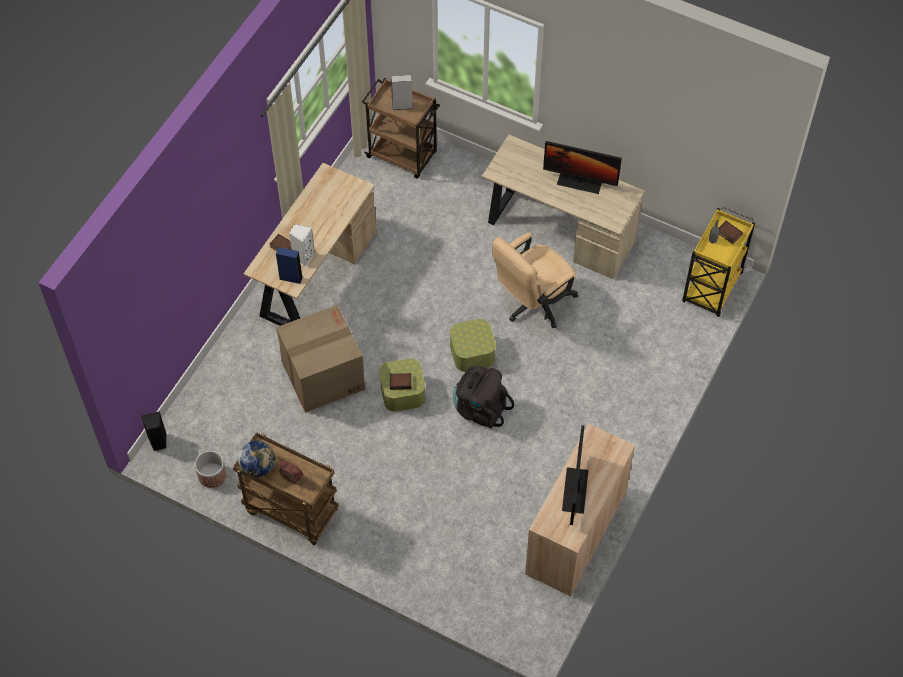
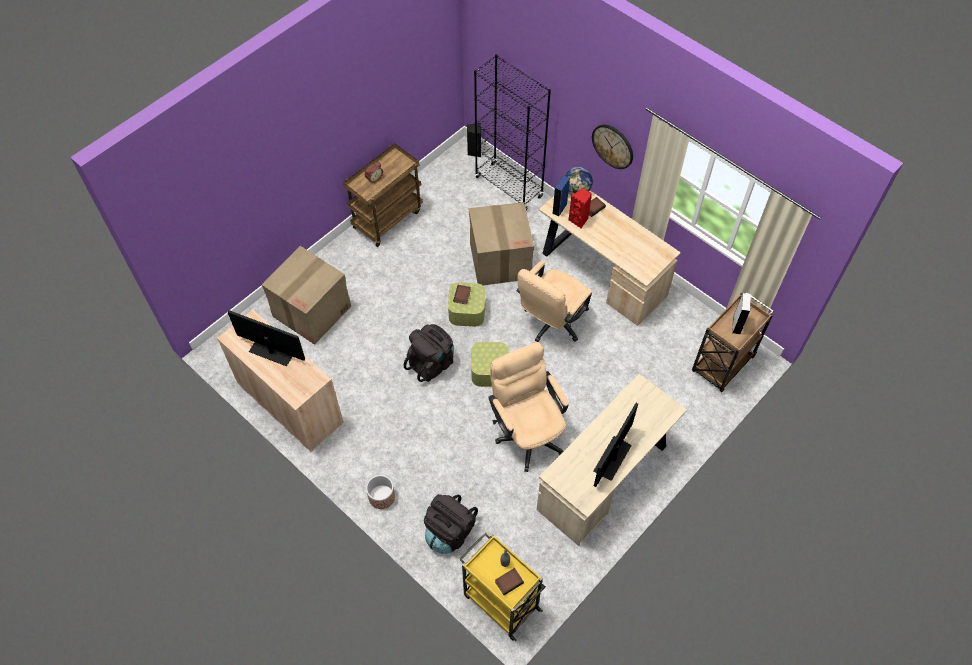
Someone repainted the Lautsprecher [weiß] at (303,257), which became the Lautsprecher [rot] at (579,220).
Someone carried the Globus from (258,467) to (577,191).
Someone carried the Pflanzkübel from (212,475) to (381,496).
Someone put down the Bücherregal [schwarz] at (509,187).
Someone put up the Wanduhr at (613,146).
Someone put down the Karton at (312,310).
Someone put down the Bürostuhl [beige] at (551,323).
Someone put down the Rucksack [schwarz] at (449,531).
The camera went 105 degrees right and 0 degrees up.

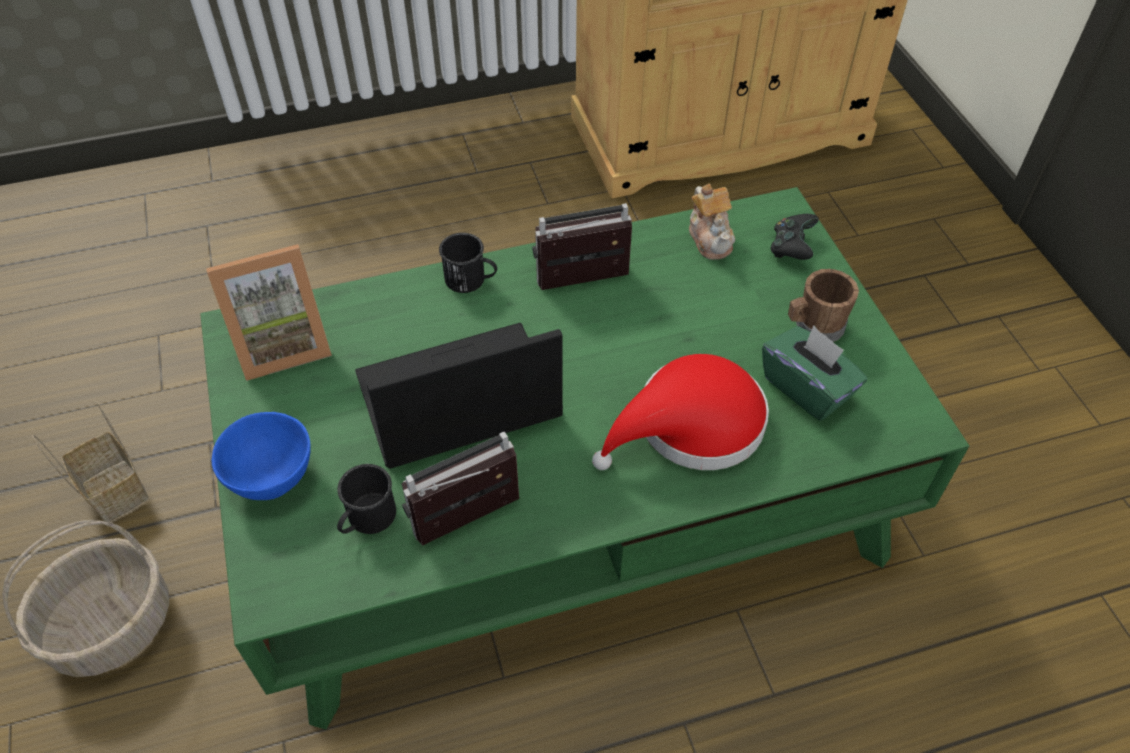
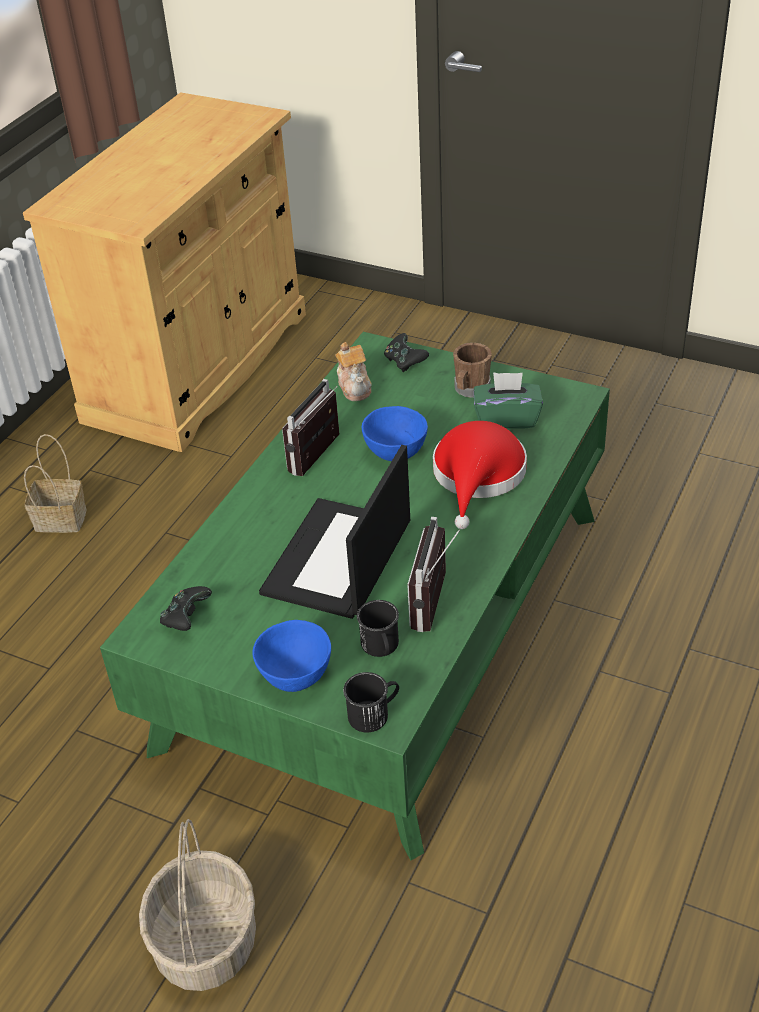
Someone rotated the Teekanne at (710,238) by 45 degrees clockwise.
Someone carried the Henkelbecher [schwarz] from (471,280) to (374,714).
Someone swapped the Bilderrahmen at (282,344) for the Gamepad [schwarz] at (186,618).
Someone carried the Korb from (113,490) to (58,520).
Someone put down the Schüssel [blau] at (395,452).
The camera went 45 degrees left and 10 degrees down.

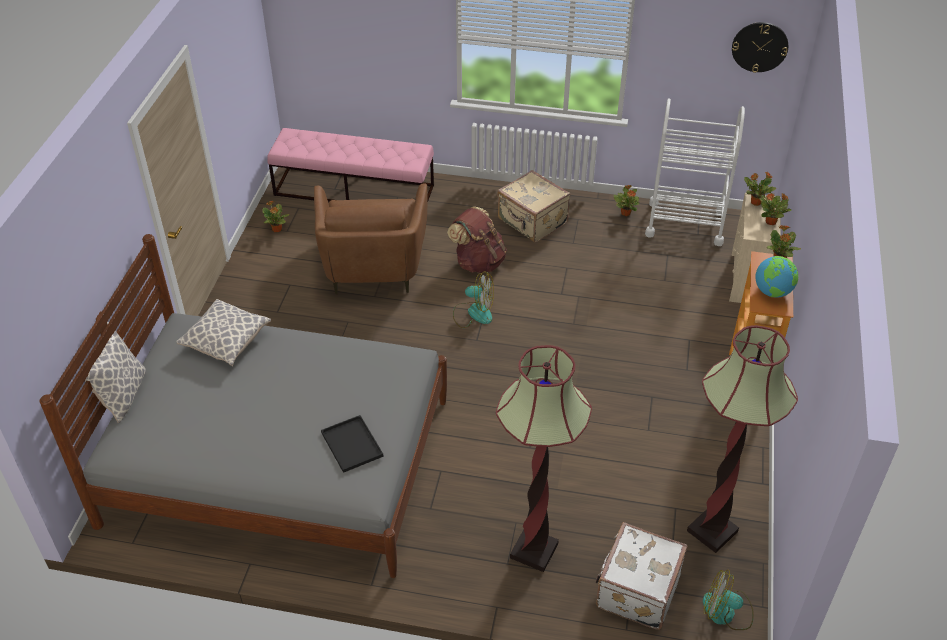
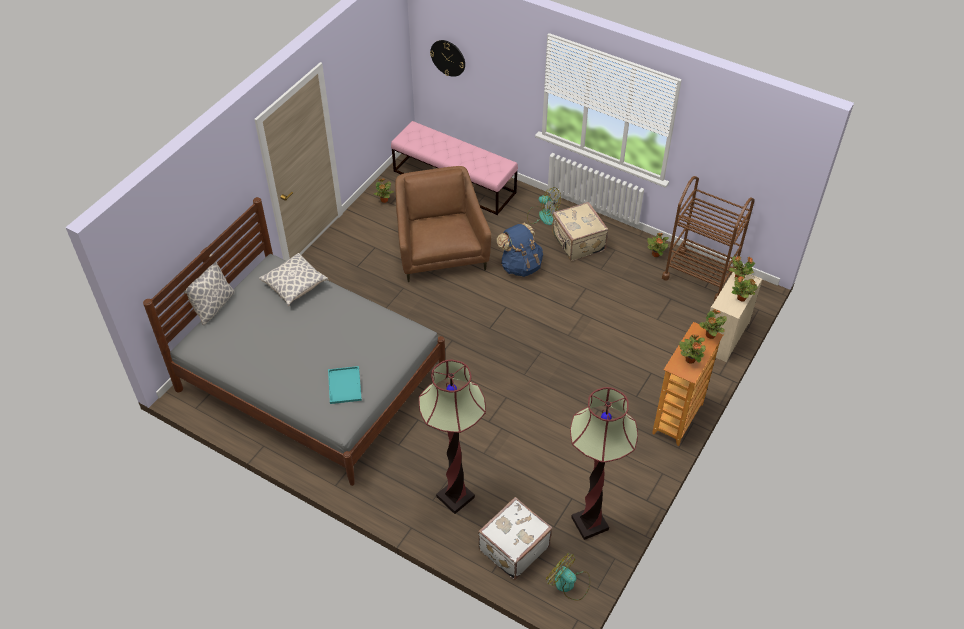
Someone carried the Wanduhr from (759,47) to (448,58).
Someone repainted the Rollwagen [weiß] at (685,223), which became the Rollwagen [braun] at (699,275).
Someone rotated the Sessel [braun] at (373,267) by 150 degrees clockwise.
Someone repainted the Rucksack [braun] at (478,262), which became the Rucksack [blau] at (520,265).
Someone swapped the Globus at (773,292) for the Topfpflanze at (690,359).
Someone carried the Ventilator from (473,313) to (542,215).
Someone repainted the Tablett [schwarz] at (350,444), which became the Tablett [türkis] at (344,385).
The camera went 20 degrees right and 5 degrees up.

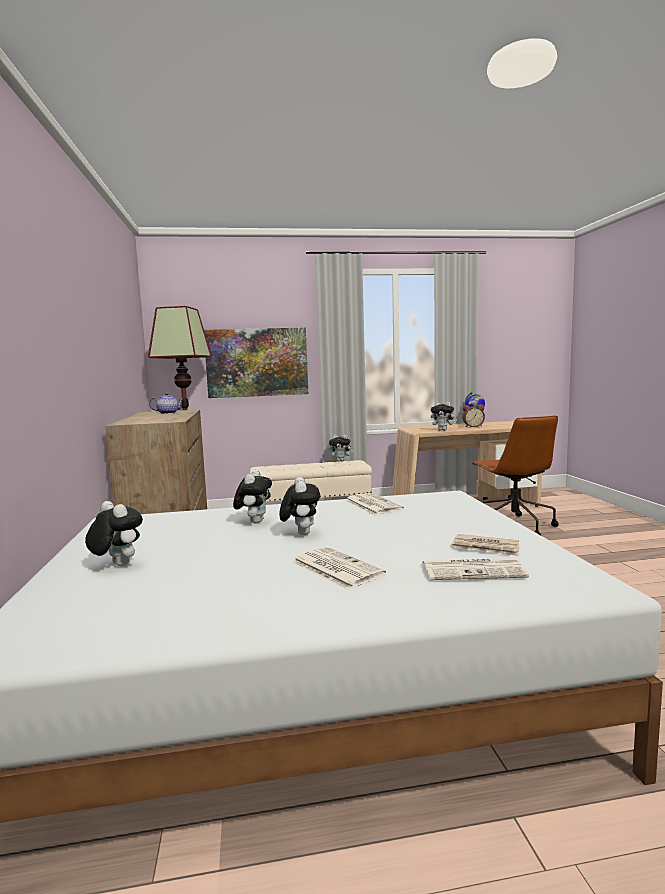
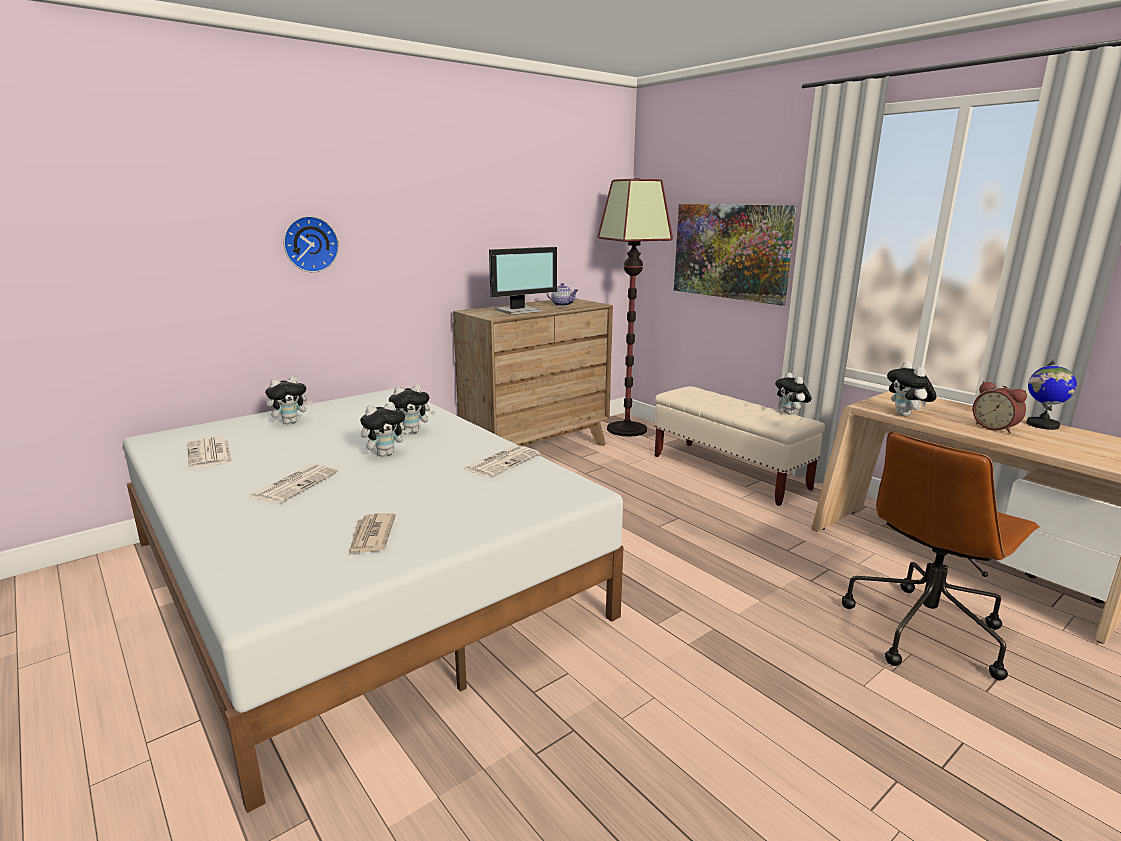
Someone rotated the Plüschtier at (117,565) by 45 degrees clockwise.
Someone carried the Zeitung from (474,570) to (210,454).
Someone put up the Wanduhr at (310,244).
Someone put down the Monitor at (519,311).
The camera went 60 degrees right and 10 degrees up.

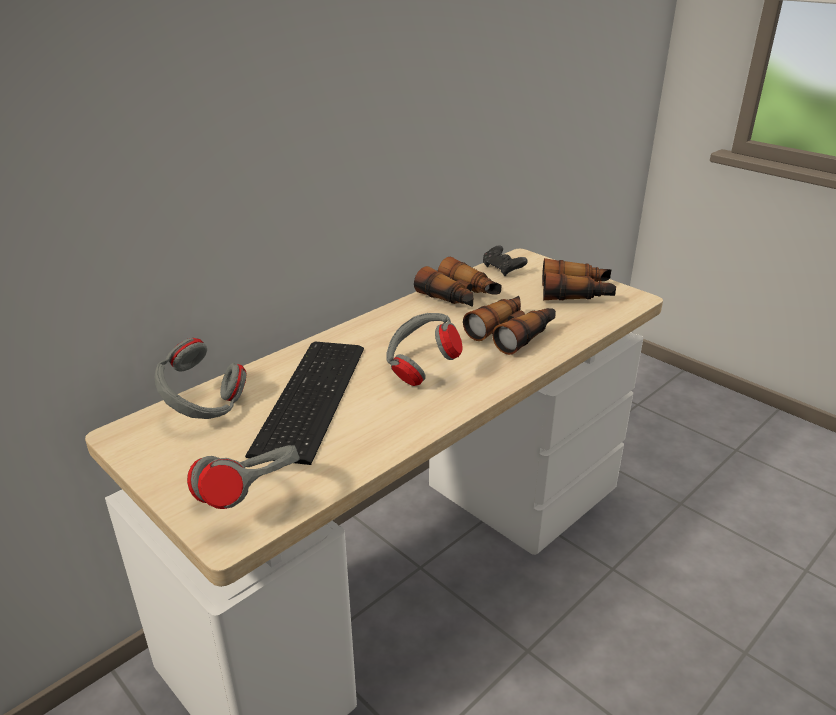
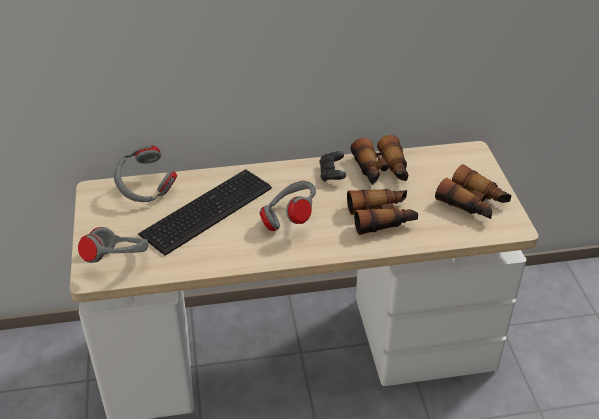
Someone carried the Gamepad [schwarz] from (503,269) to (332,174).
The camera went 35 degrees right and 10 degrees up.

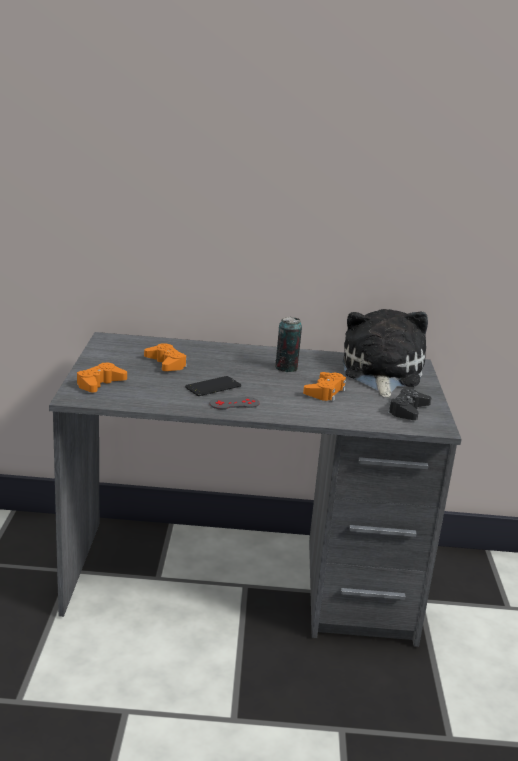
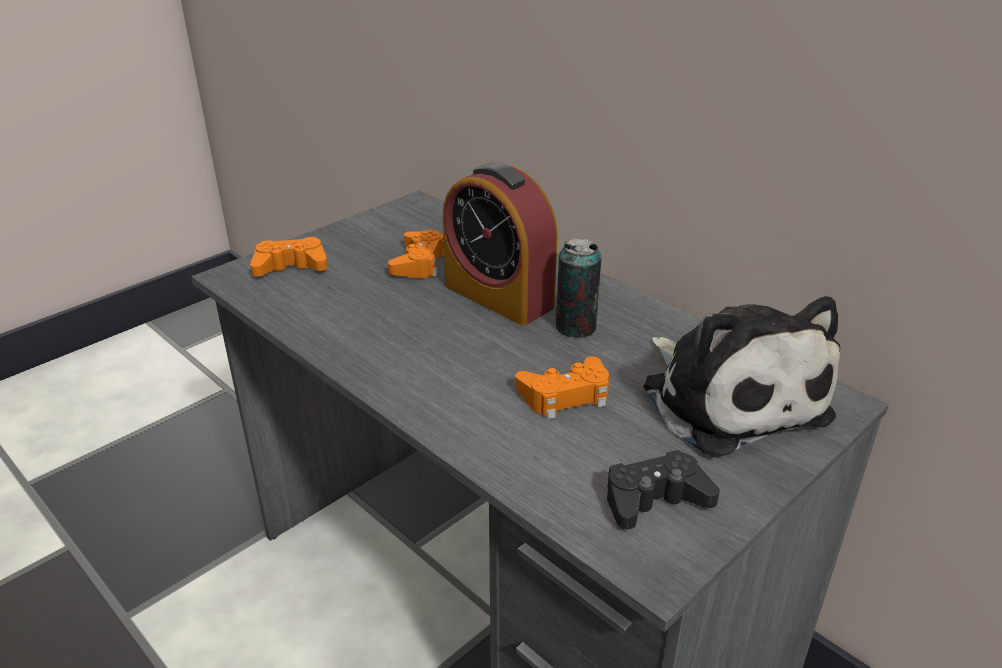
Someone rotated the Plüschtier at (381,373) by 105 degrees clockwise.
Someone took away the Handy at (213,387).
Someone took away the Gamepad [grau] at (234,403).
Someone put down the Wecker at (498,296).
The camera went 45 degrees right and 10 degrees up.

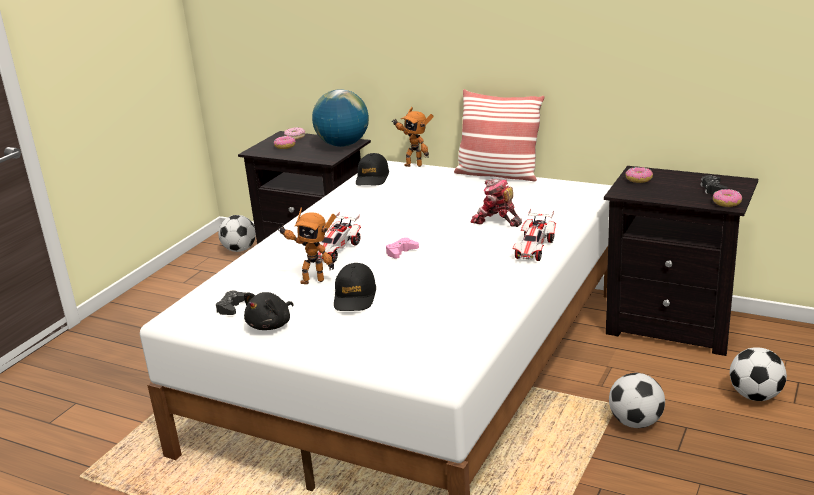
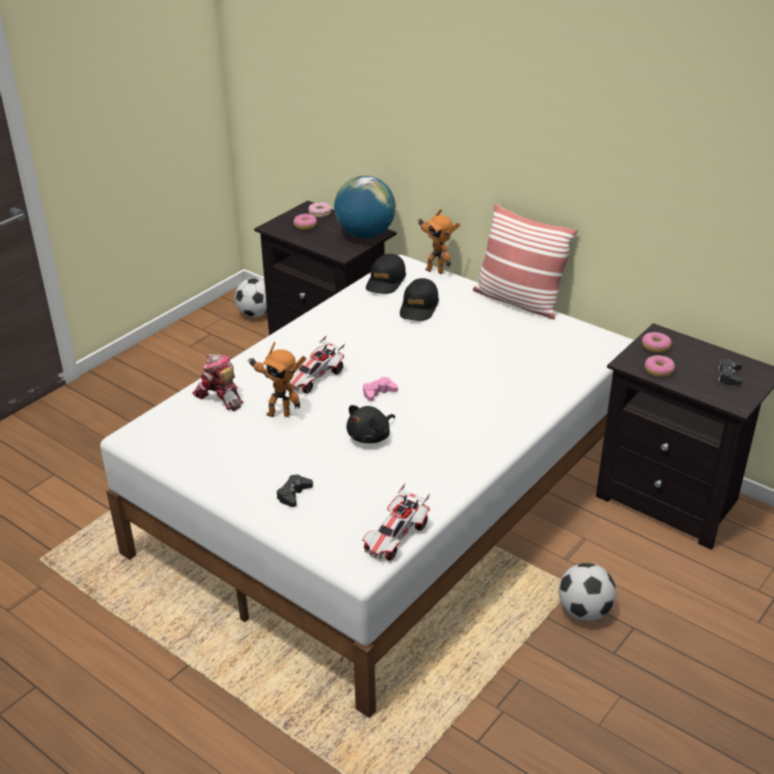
Someone carried the Spielzeugroboter from (496,221) to (220,397).
Someone carried the Donut from (726,203) to (658,371).
Someone carried the Spielzeugauto from (534,249) to (395,537).
Someone carried the Kappe [schwarz] from (355,297) to (419,307).
Someone carried the Gamepad [schwarz] from (232,307) to (294,494).
Someone carried the Plüschtier [schwarz] from (271,325) to (370,436).
Someone took away the Fußball at (755,396).
The camera went 10 degrees right and 10 degrees up.

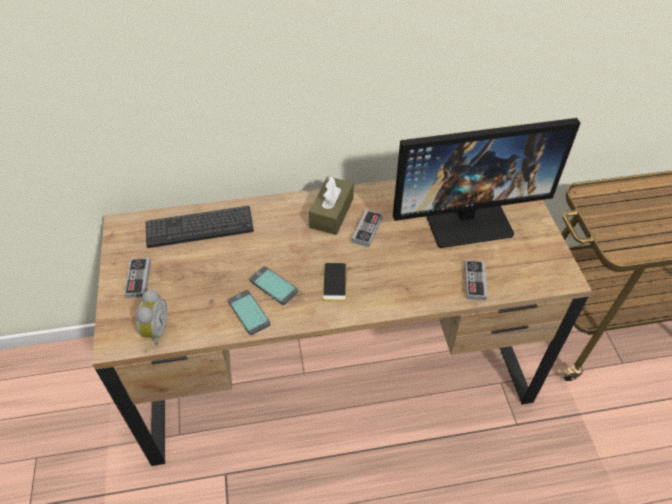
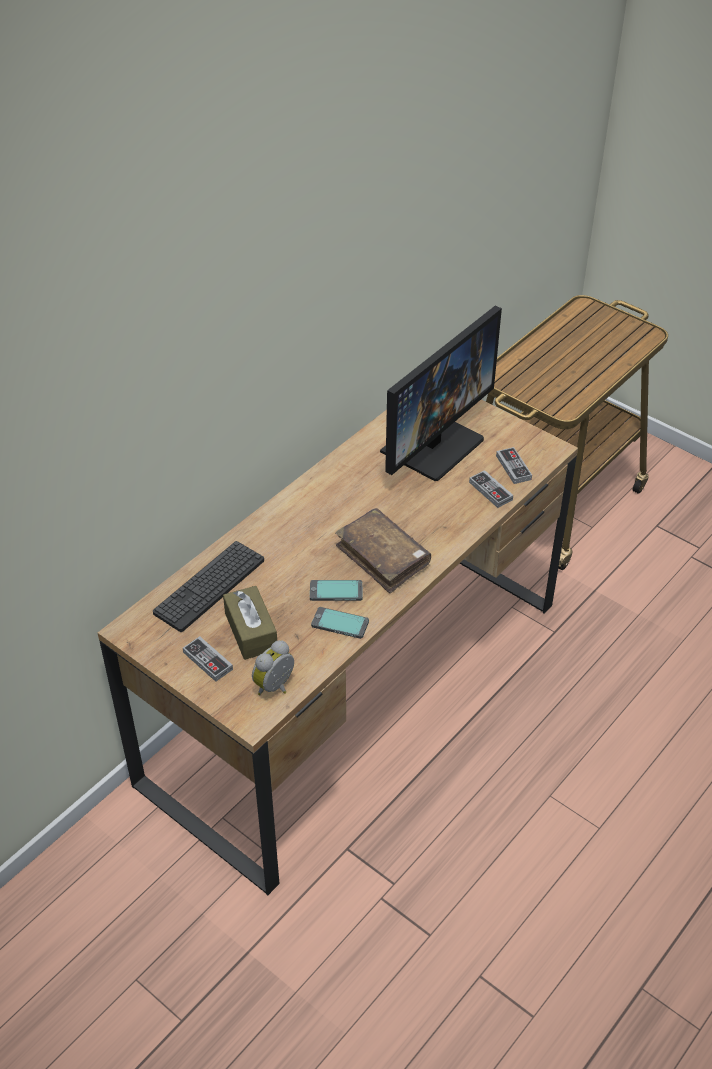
Someone carried the Taschentuchbox [braun] from (331,213) to (251,631).
Someone carried the Gamepad from (367,230) to (513,467).
Someone swapped the Handy at (334,282) for the Buch [braun] at (383,557).
Someone rotated the Wecker at (155,331) by 105 degrees counterclockwise.
The camera went 40 degrees left and 5 degrees down.

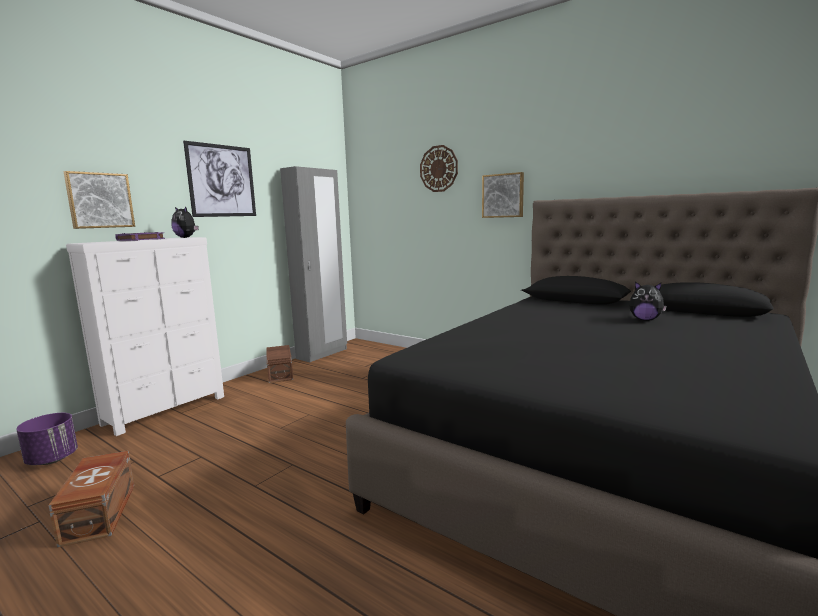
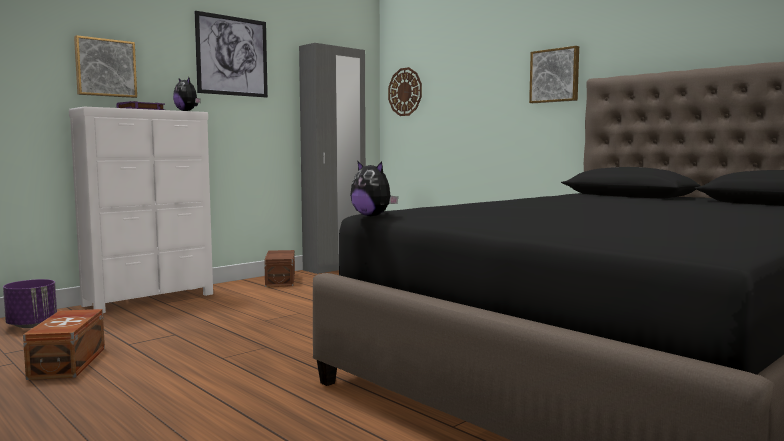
Someone carried the Wanduhr from (439,168) to (405,92).
Someone carried the Plüschtier from (645,319) to (372,216).
The camera went 10 degrees right and 5 degrees down.

